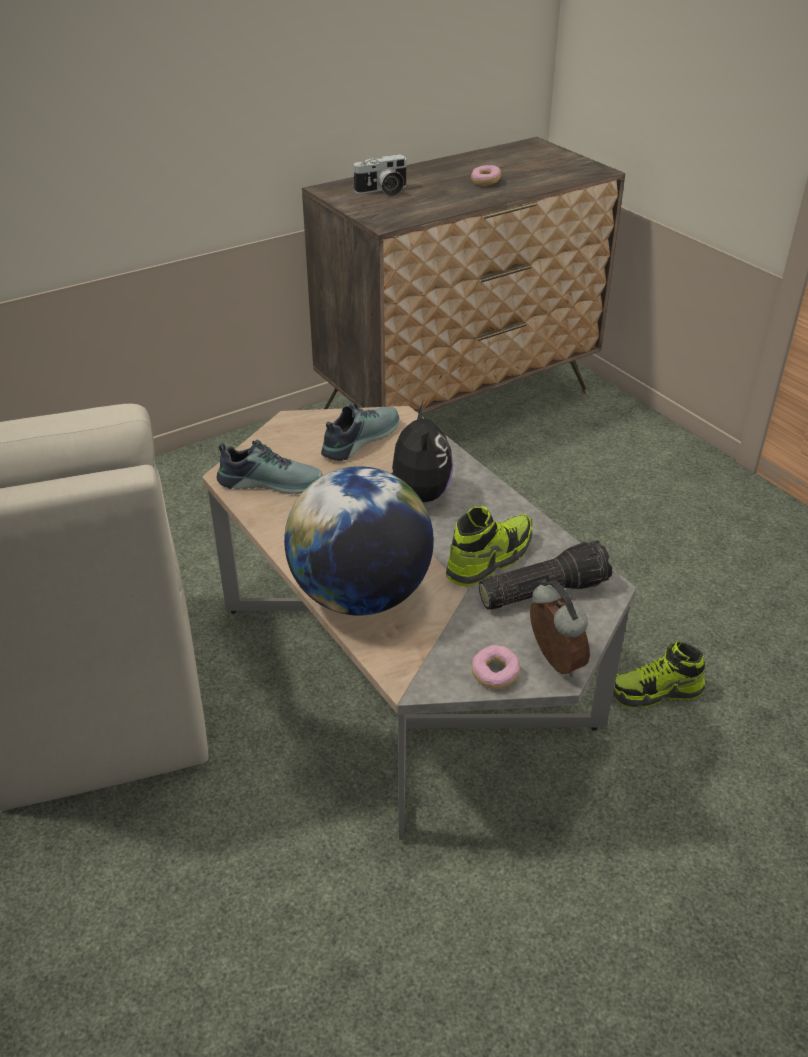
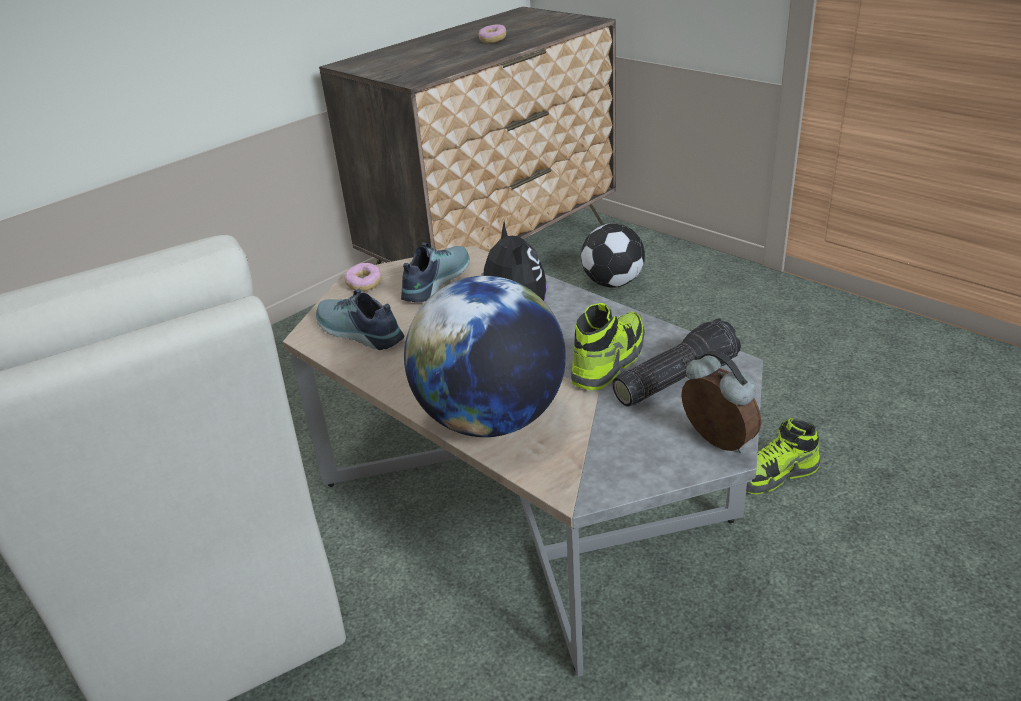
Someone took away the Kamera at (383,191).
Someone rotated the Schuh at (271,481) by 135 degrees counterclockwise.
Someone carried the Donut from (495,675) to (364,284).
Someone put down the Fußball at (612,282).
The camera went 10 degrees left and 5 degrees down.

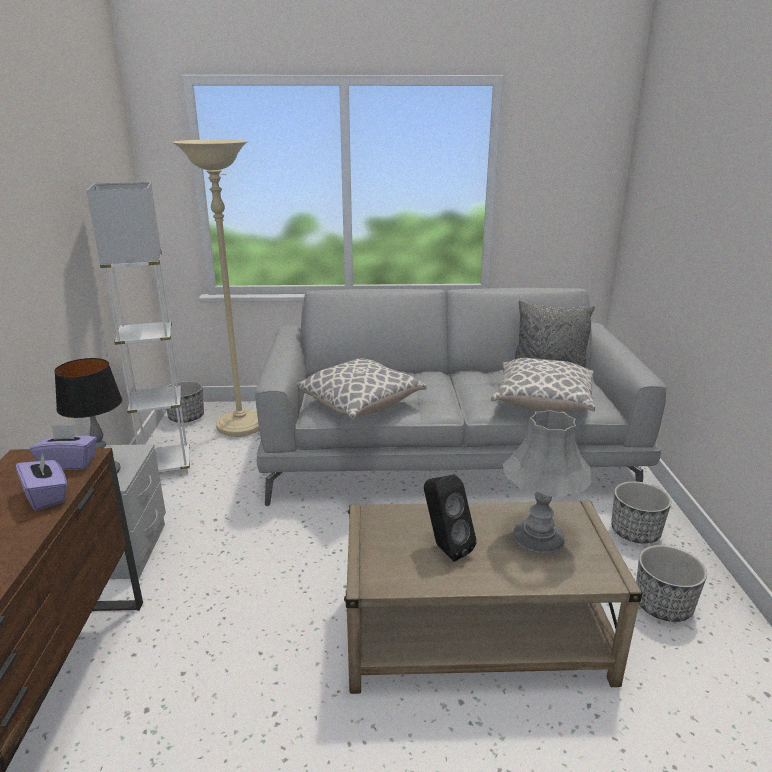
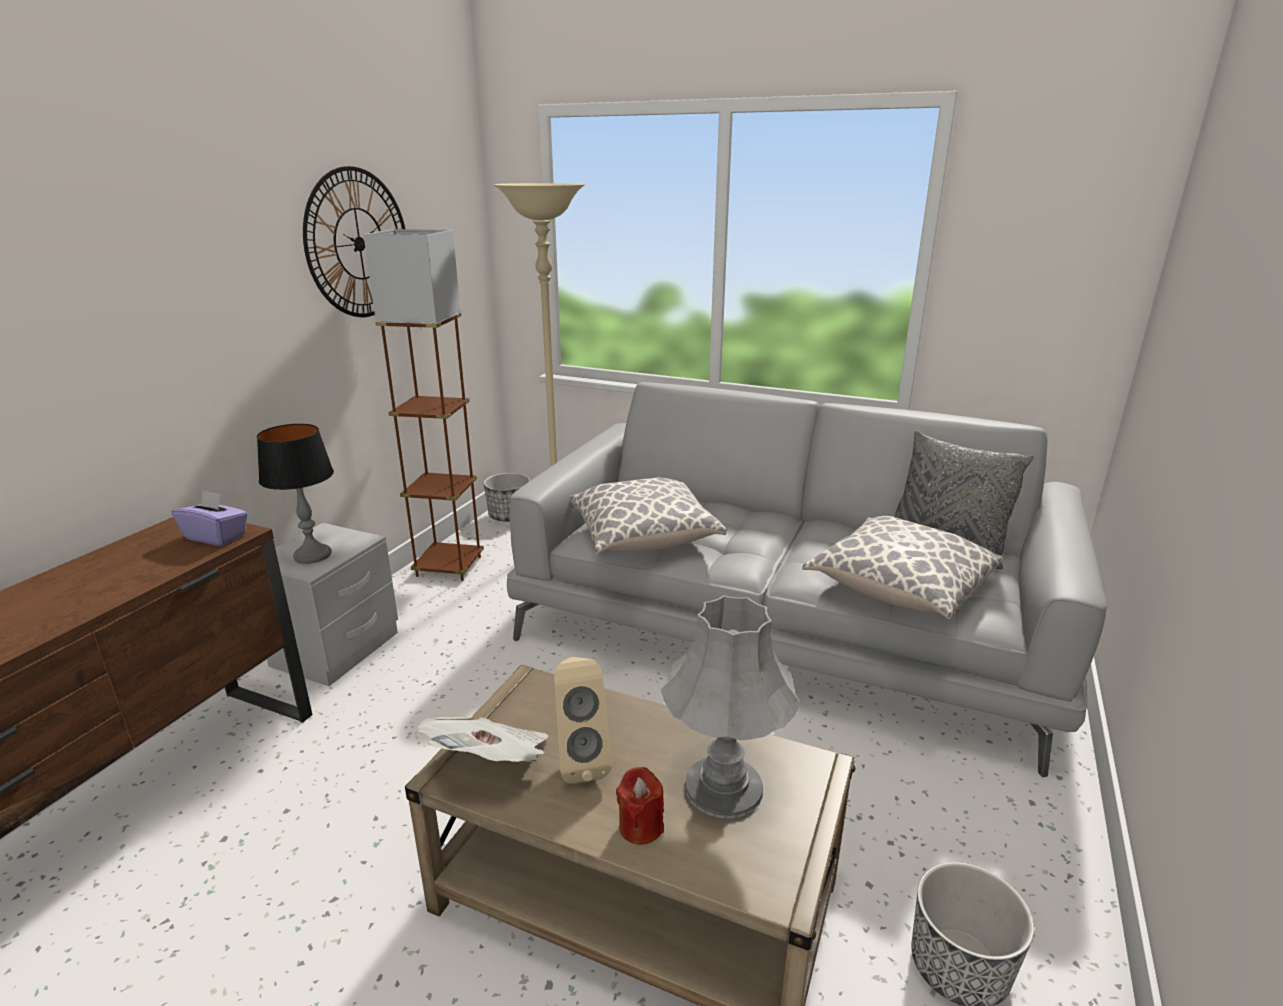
Someone repainted the Stehlampe [weiß] at (166,465), which became the Stehlampe [braun] at (449,566).
Someone took away the Taschentuchbox [lila] at (47,496).
Someone repainted the Lautsprecher [schwarz] at (445,548), which became the Lautsprecher [beige] at (581,760).
Someone took away the Pflanzkübel at (634,532).
Someone put up the Wanduhr at (359,244).
Someone put down the Zeitung at (492,763).
Someone put down the Kerze [rot] at (640,827).
The camera went 25 degrees right and 0 degrees up.

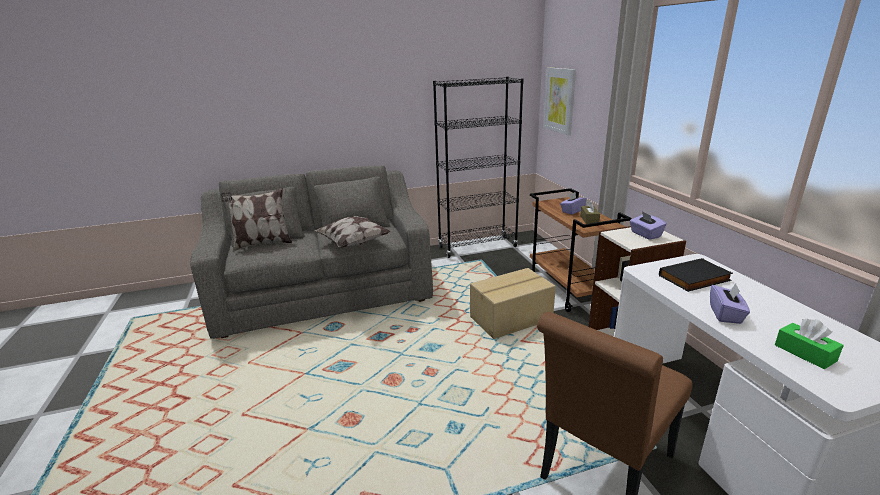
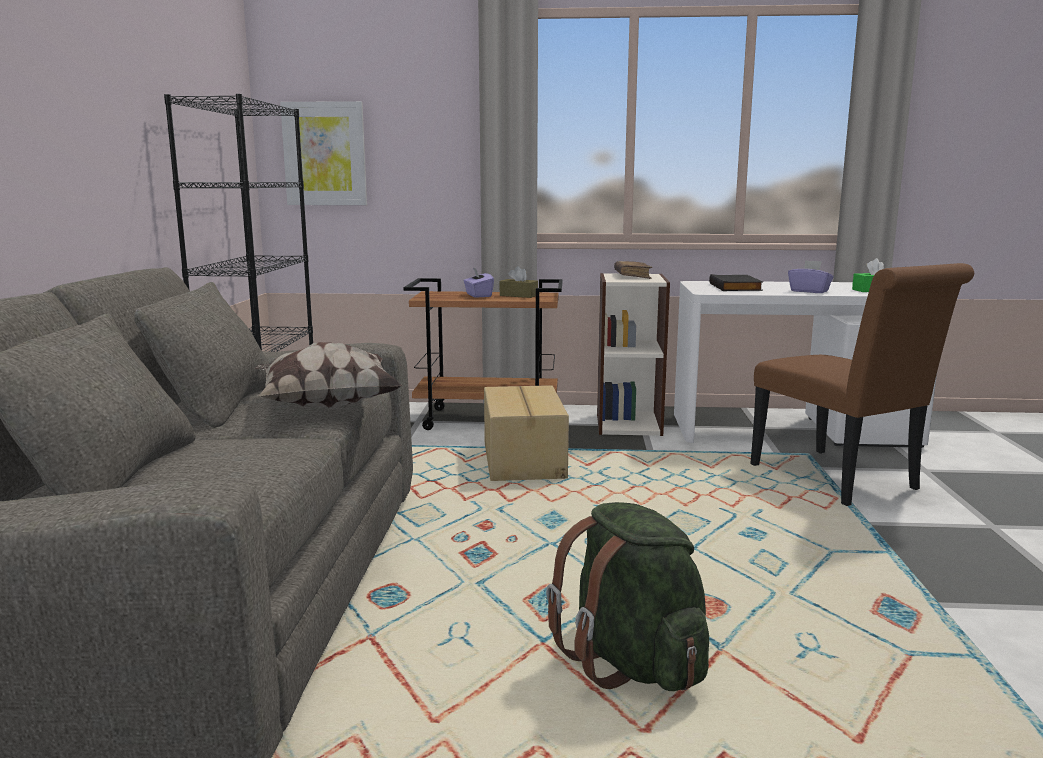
Someone took away the Kissen at (262,244).
Someone swapped the Taschentuchbox [lila] at (645,234) for the Buch [braun] at (632,276).
Someone put down the Rucksack [grün] at (632,662).
The camera went 70 degrees left and 10 degrees down.

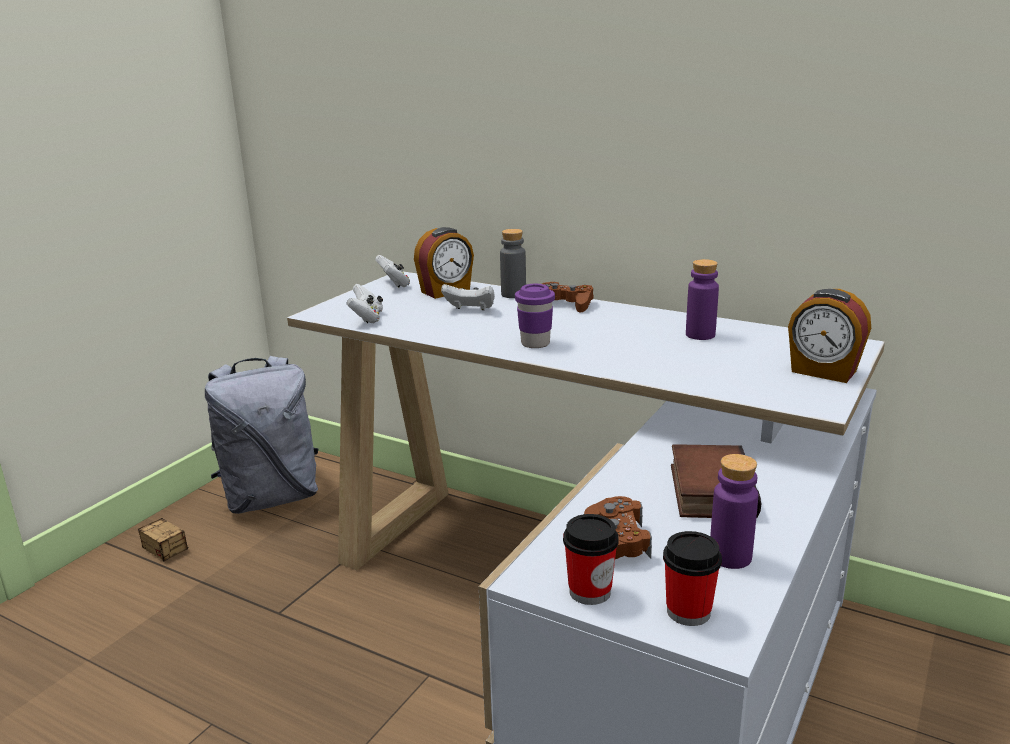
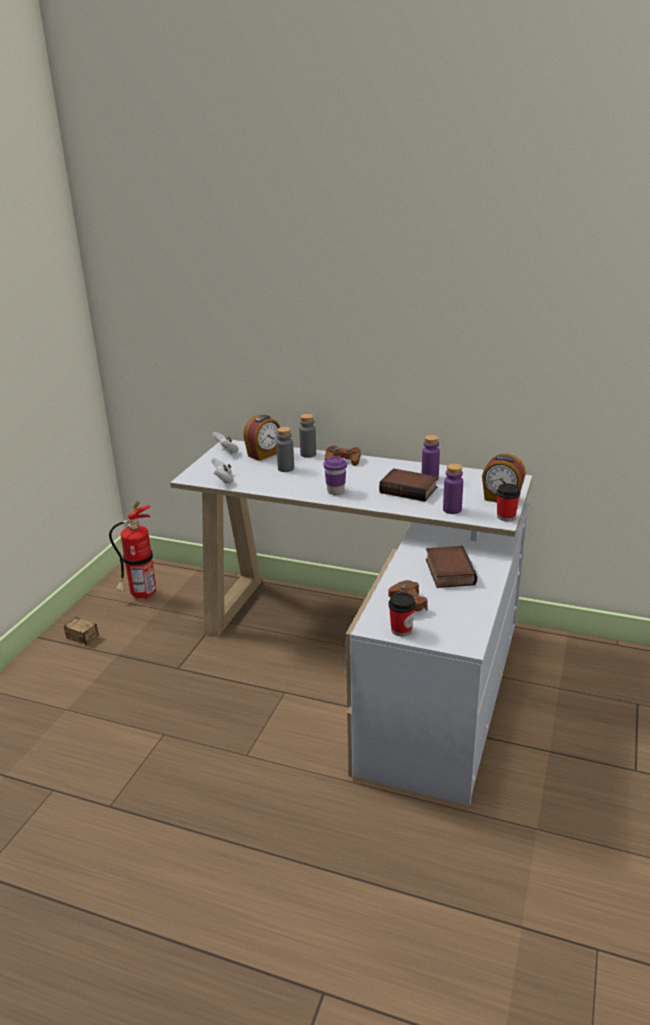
Someone swapped the Gamepad [weiß] at (470,310) for the Flasche [grau] at (286,468).
Someone swapped the Rucksack [grau] at (271,497) for the Feuerlöscher at (140,595).
Someone carried the Flasche [lila] from (730,556) to (452,510).
Someone carried the Tasse from (688,612) to (506,517).
Someone put down the Buch at (409,489).
The camera went 10 degrees left and 5 degrees up.

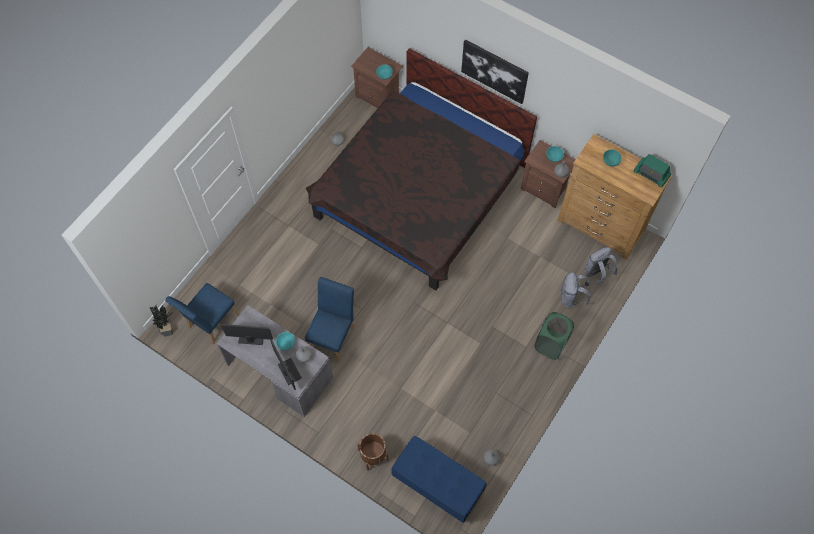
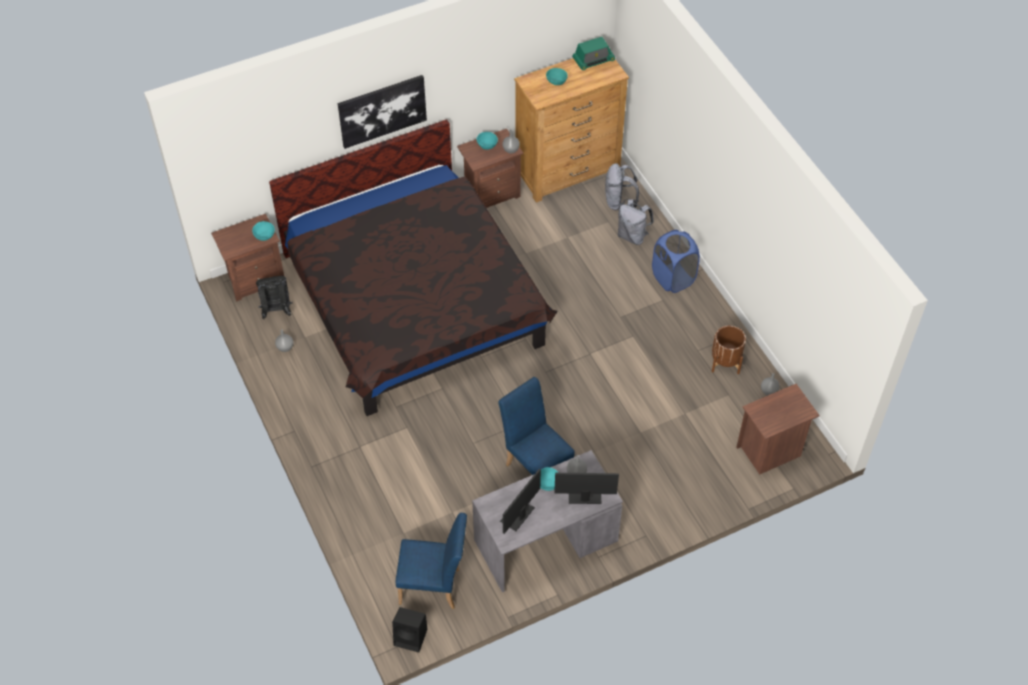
Someone rotated the Stuhl [blau] at (210,323) by 60 degrees counterclockwise.
Someone swapped the Topfpflanze at (168,329) for the Lautsprecher [schwarz] at (411,637).
Someone repainted the Wäschekorb [grün] at (551,344), which became the Wäschekorb [blau] at (673,278).
Someone carried the Pflanzkübel [braun] from (373,455) to (725,362).
Someone swapped the Bank [blau] at (437,484) for the Nachttisch [braun] at (770,451).
Someone put down the Rucksack [schwarz] at (276,311).
The camera went 60 degrees left and 10 degrees down.

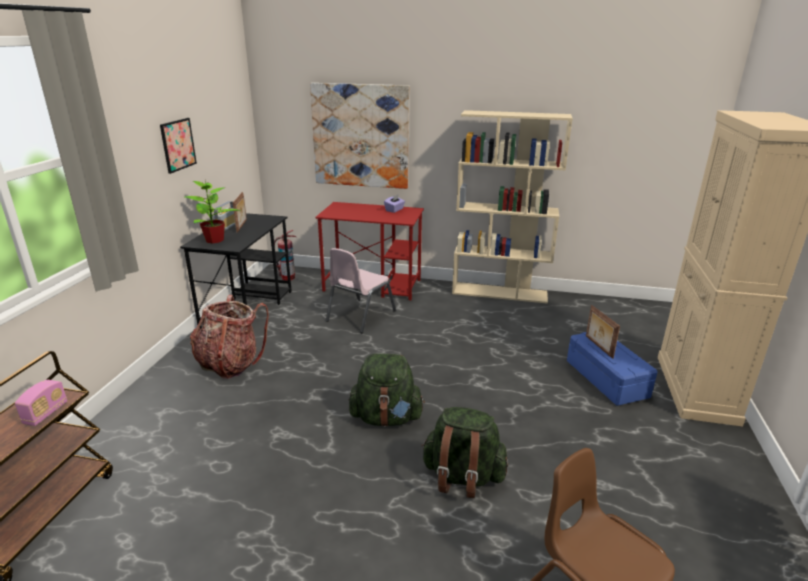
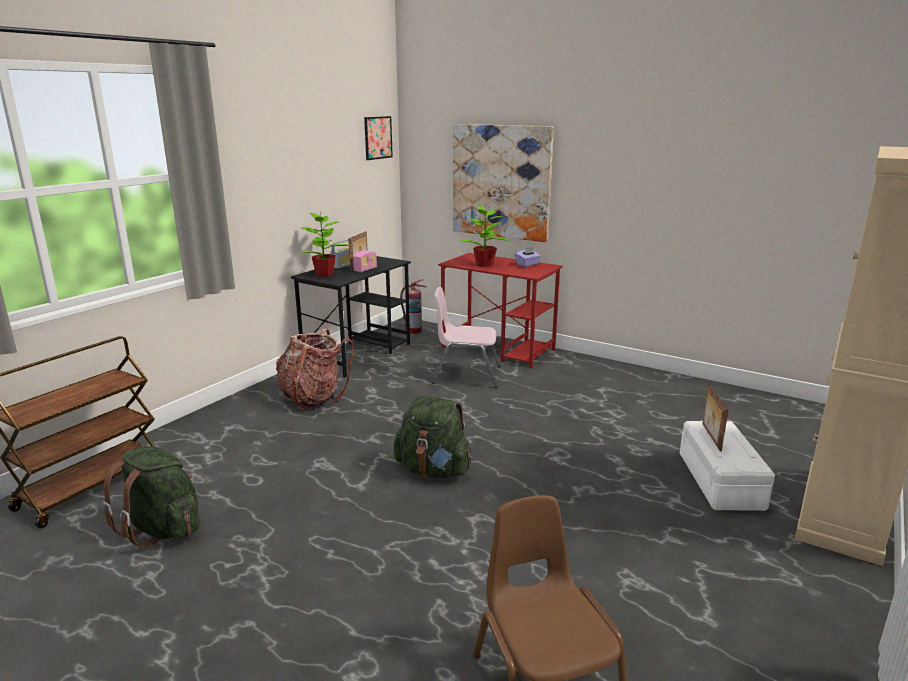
Someone took away the Bücherregal [beige] at (500,292).
Someone carried the Bild from (178,145) to (378,137).
Someone rotated the Stuhl [rosa] at (360,316) by 45 degrees clockwise.
Someone repainted the Aufbewahrungsbox [blau] at (607,379), which became the Aufbewahrungsbox [weiß] at (721,481).
Someone carried the Radio from (46,413) to (365,270).
Someone carried the Rucksack [grün] from (462,477) to (163,529).
Someone put down the Topfpflanze at (484,264).
The camera went 20 degrees right and 5 degrees down.

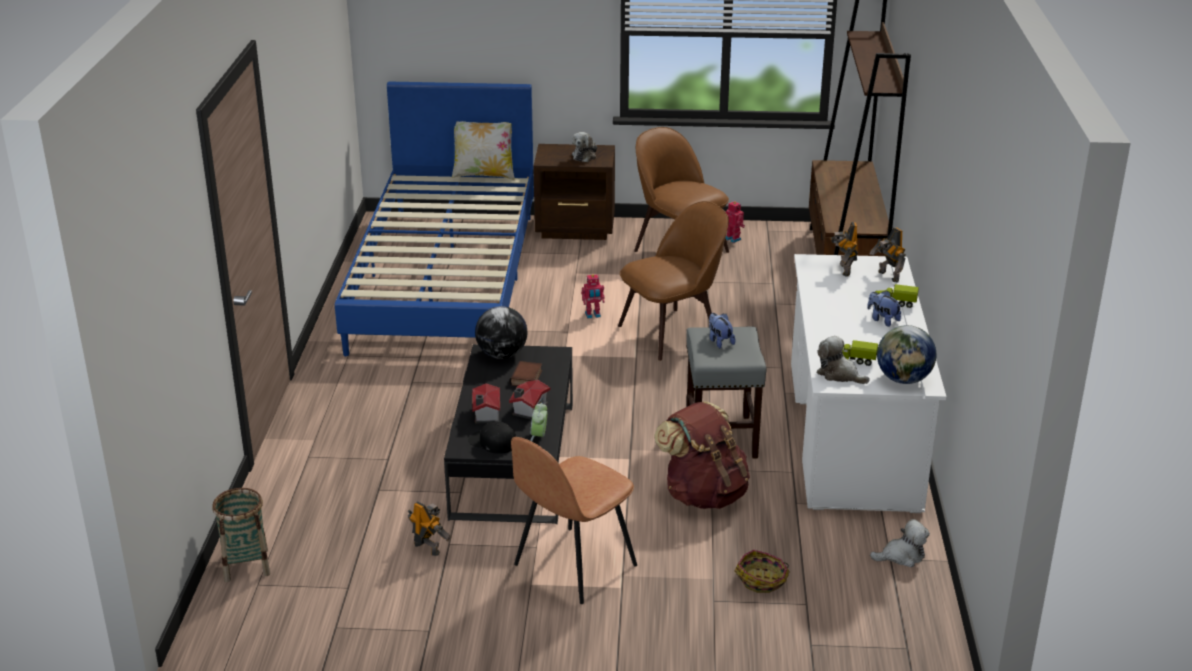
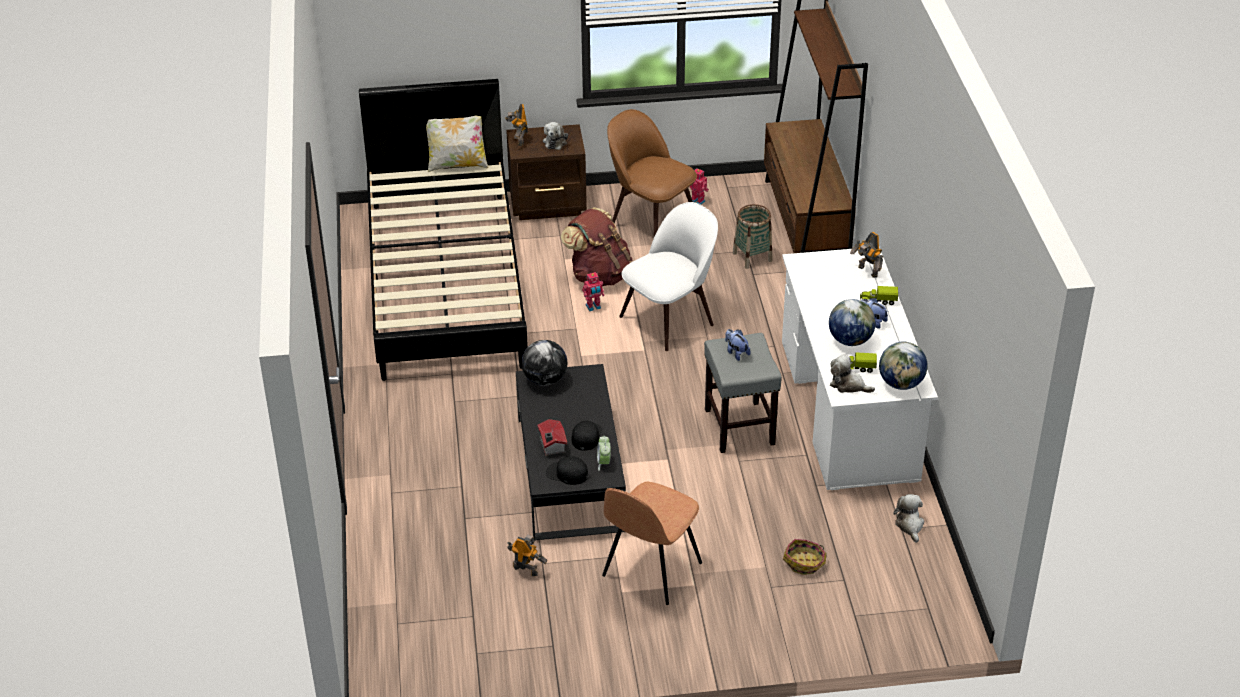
Someone repainted the Bett [blau] at (445,280), which became the Bett [schwarz] at (445,281).
Someone repainted the Stuhl [braun] at (672,333), which became the Stuhl [weiß] at (669,319).
Someone carried the Spielzeugroboter from (843,270) to (518,140).
Someone took away the Buch at (527,378).
Someone swapped the Spielzeughaus at (528,409) for the Kappe [schwarz] at (586,436).
Someone carried the Rucksack [braun] from (703,494) to (599,275).
Someone carried the Korb from (246,565) to (752,257).
Someone rotated the Plüschtier at (901,556) by 75 degrees counterclockwise.
Someone put down the Globus at (850,340).
The camera went 10 degrees left and 10 degrees up.

